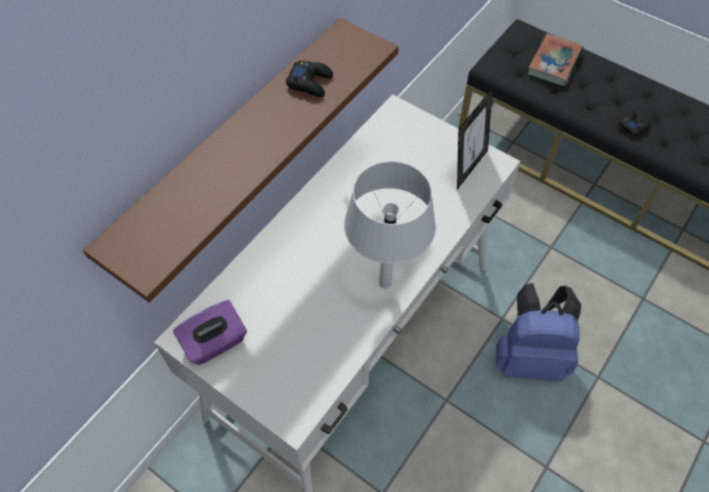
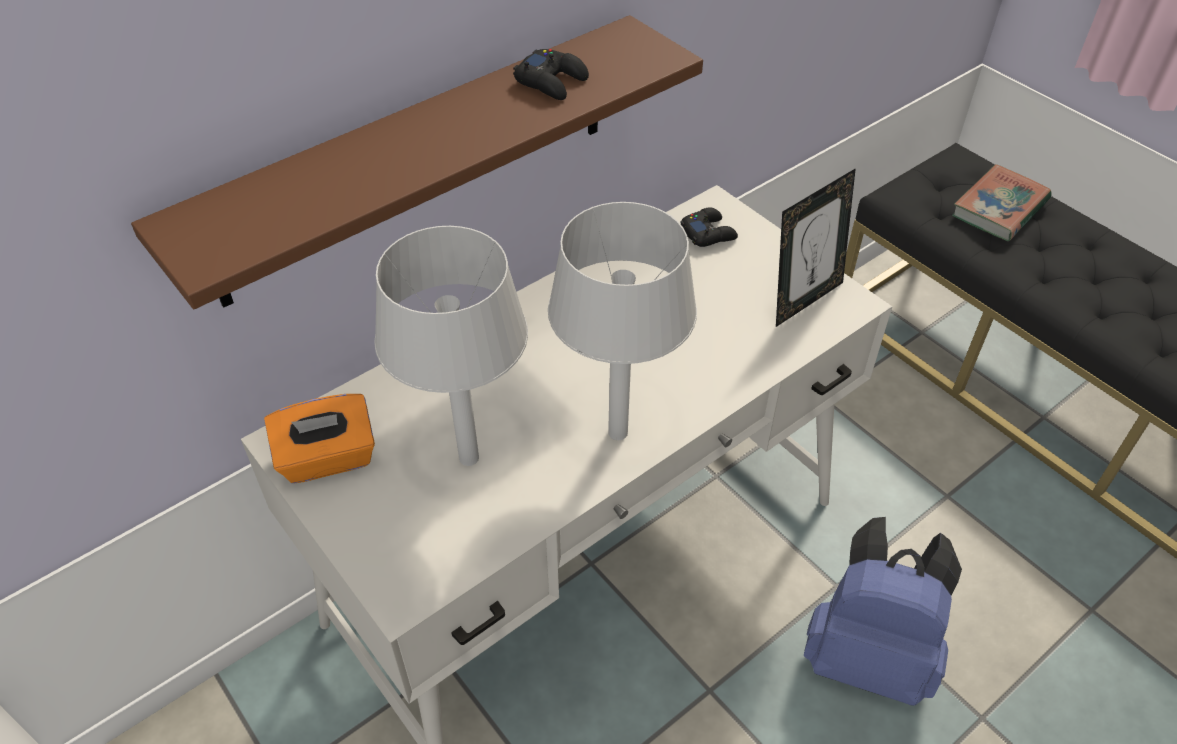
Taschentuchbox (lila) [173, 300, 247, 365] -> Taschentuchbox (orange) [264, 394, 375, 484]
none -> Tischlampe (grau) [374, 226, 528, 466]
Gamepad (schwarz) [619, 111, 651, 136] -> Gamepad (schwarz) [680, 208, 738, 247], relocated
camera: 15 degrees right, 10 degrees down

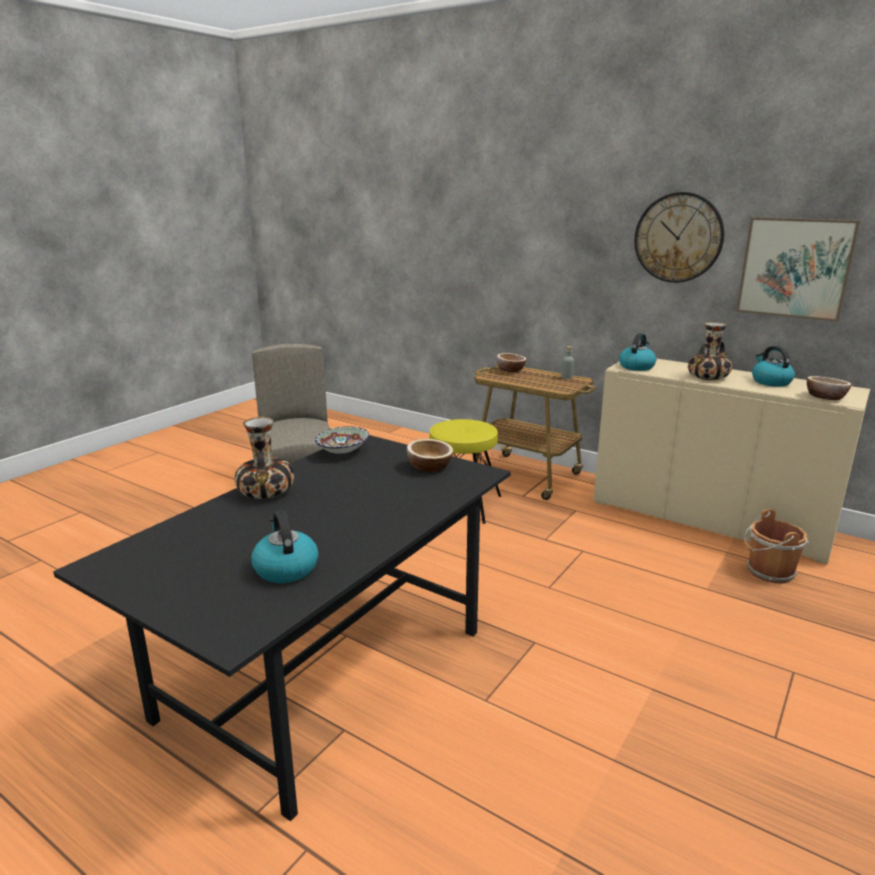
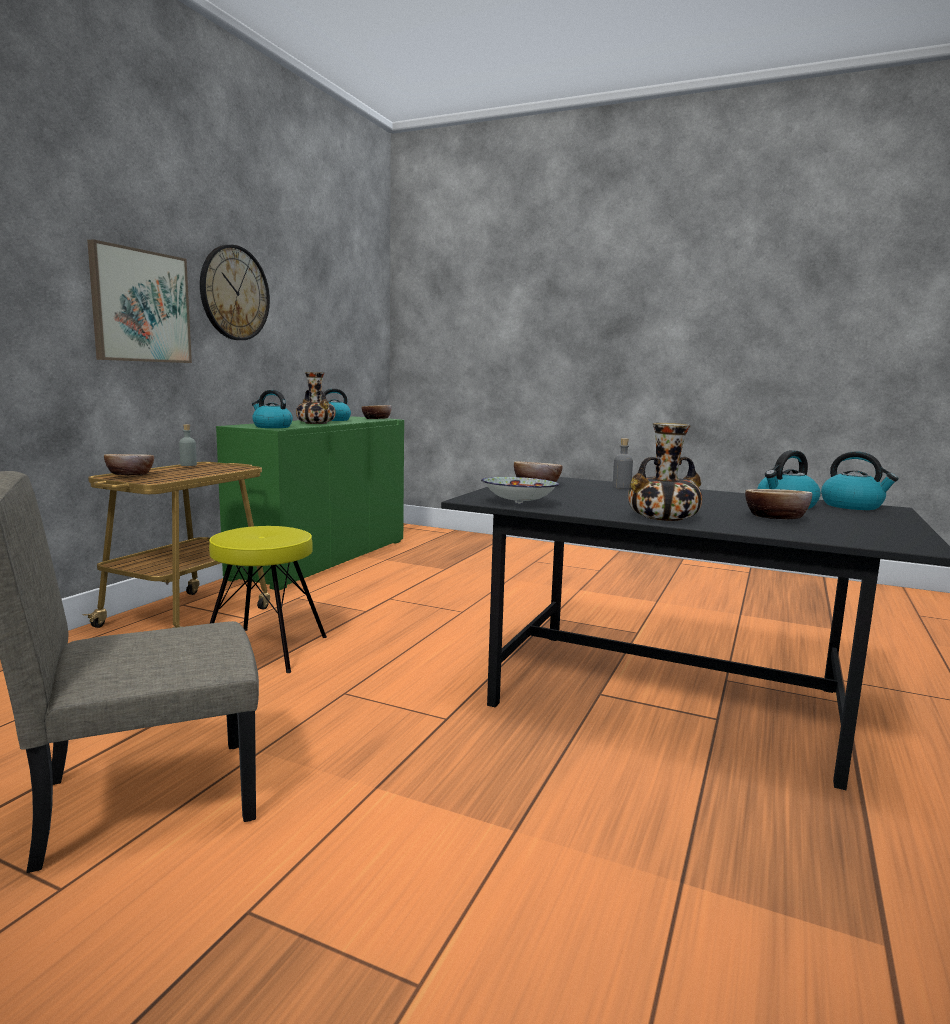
Bild [736, 217, 860, 322] -> Bild [87, 239, 192, 363], relocated
Schrank (beige) [593, 359, 870, 564] -> Schrank (grün) [216, 416, 404, 590]
none -> Flasche (grau) [613, 438, 633, 489]
none -> Schüssel [745, 489, 812, 519]
none -> Wasserkessel [821, 451, 898, 510]
Eimer (braun) [743, 509, 809, 583] -> none
camera: 100 degrees left, 10 degrees down

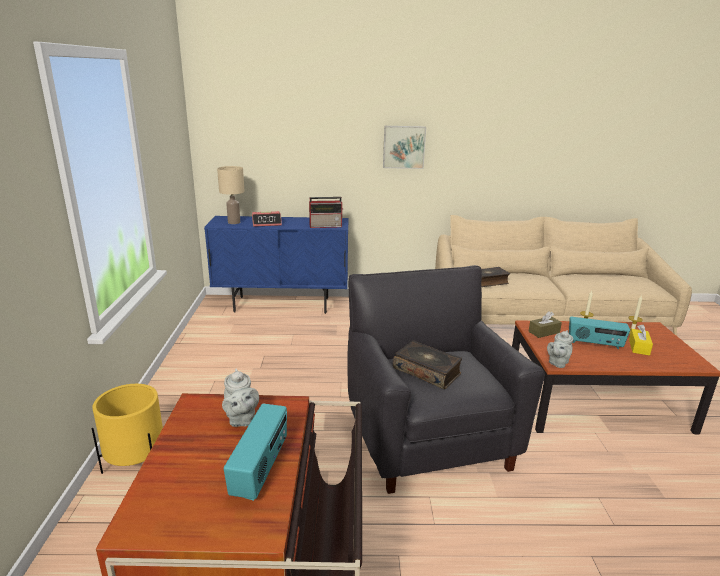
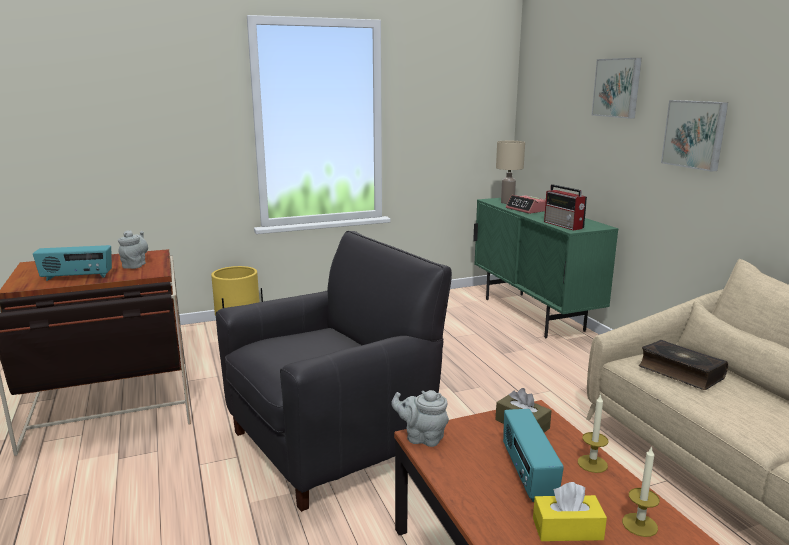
Teekanne (grau) [222, 368, 259, 427] -> Teekanne (grau) [118, 230, 148, 269], 135 degrees clockwise
Schrank (blau) [204, 216, 348, 314] -> Schrank (grün) [473, 198, 618, 338]
none -> Bild [592, 58, 642, 119]
Buch [393, 341, 462, 389] -> none
camera: 70 degrees right, 5 degrees down

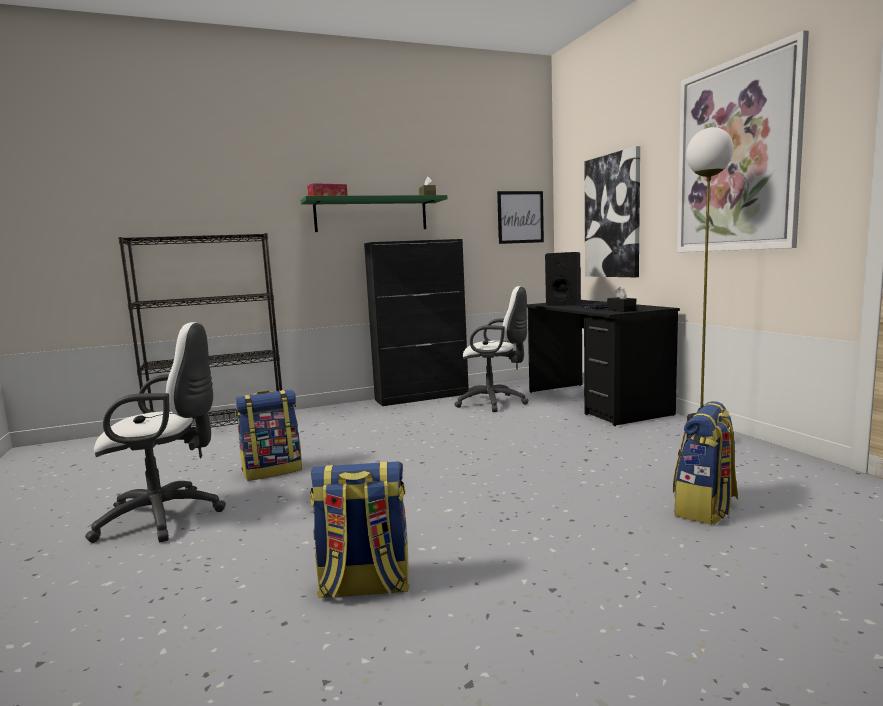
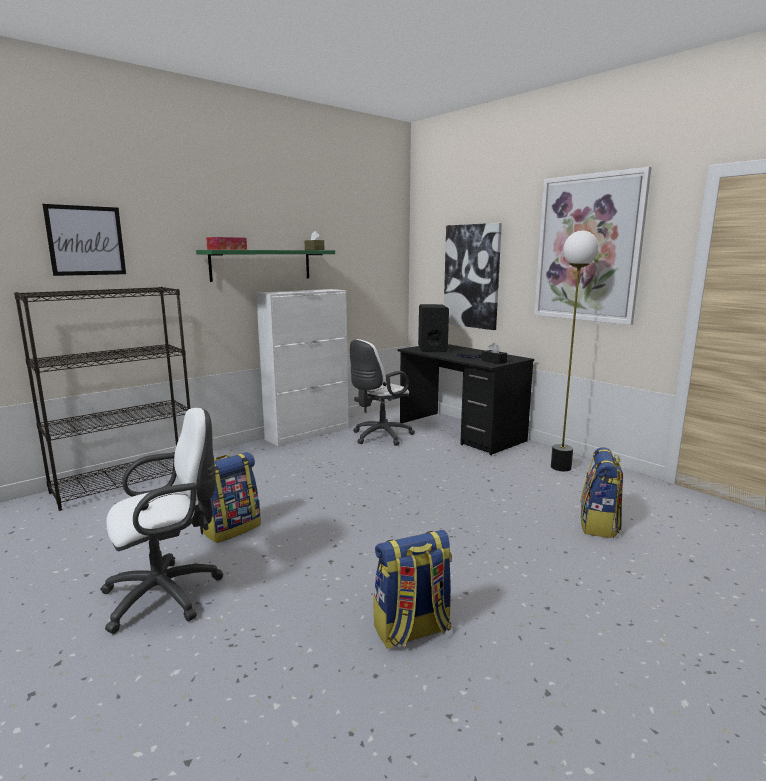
Bild [497, 191, 544, 244] -> Bild [42, 204, 126, 276], relocated
Schrank (schwarz) [364, 239, 469, 406] -> Schrank (weiß) [256, 289, 349, 447]
Bürostuhl (weiß) [454, 286, 529, 412] -> Bürostuhl (weiß) [350, 339, 415, 446], 135 degrees clockwise
camera: 20 degrees left, 5 degrees up

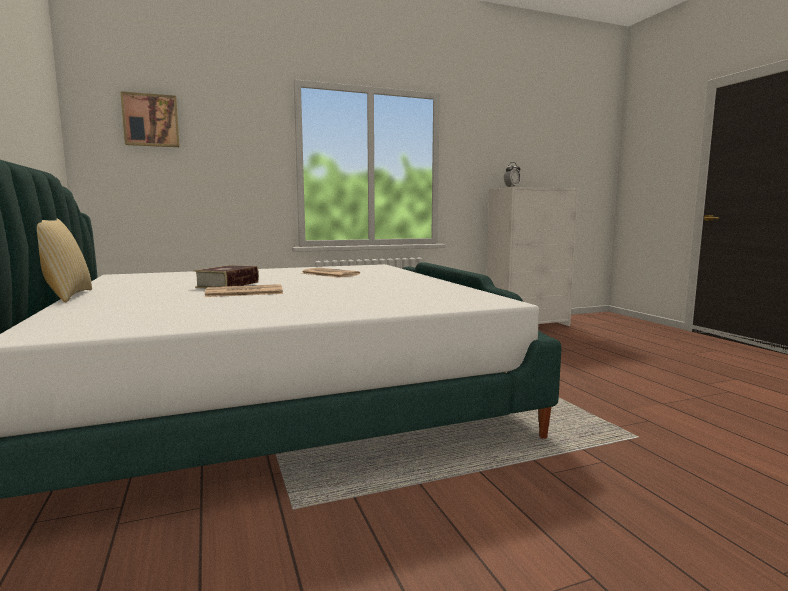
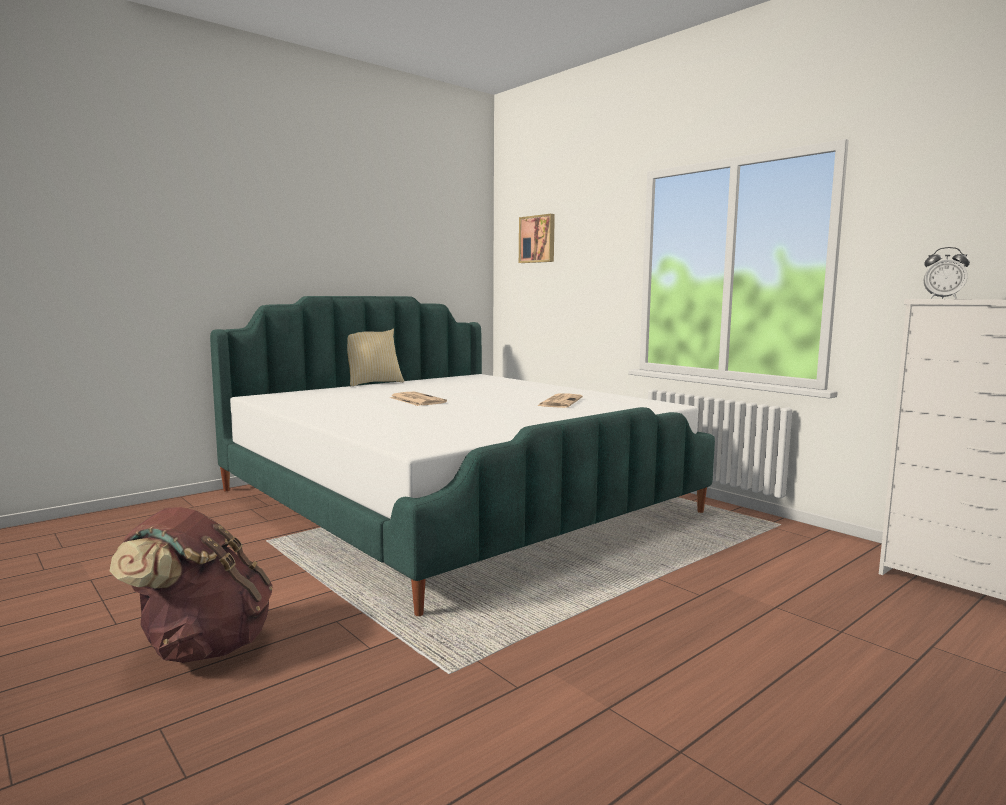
none -> Rucksack (braun) [110, 507, 273, 663]
Buch [194, 265, 259, 288] -> none
camera: 70 degrees right, 0 degrees up

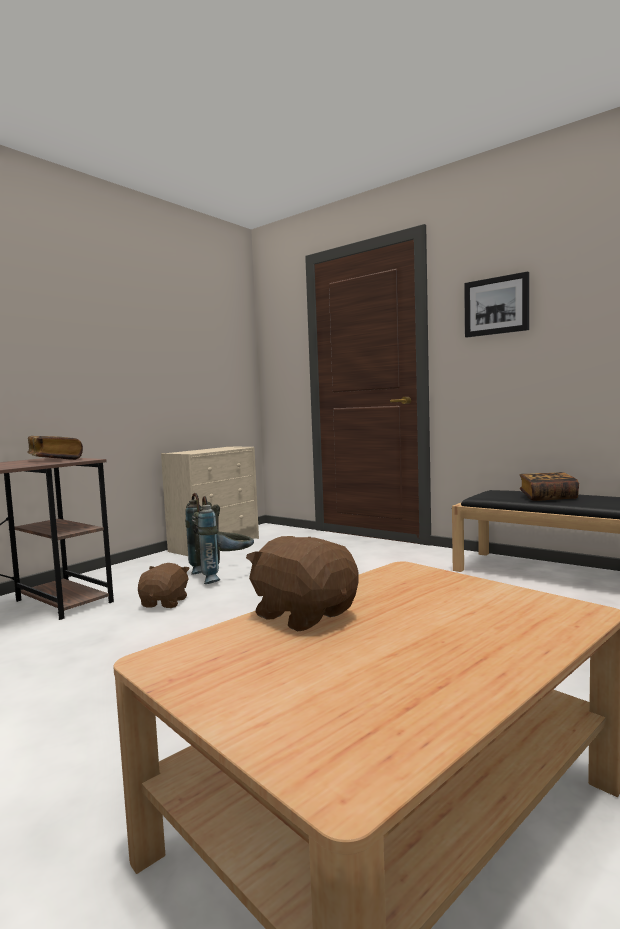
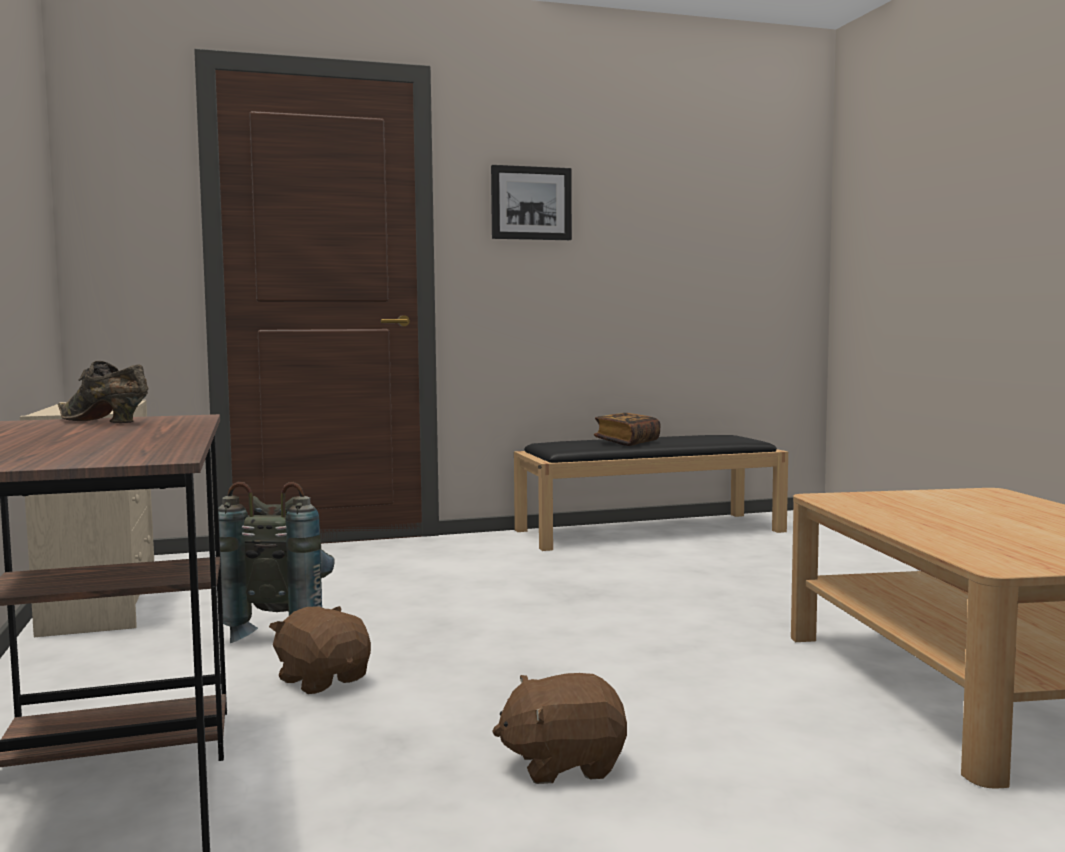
Buch [27, 436, 83, 460] -> Schuh (braun) [58, 361, 148, 423]
Plüschtier (braun) [246, 536, 359, 631] -> Plüschtier (braun) [492, 673, 627, 784], relocated
camera: 55 degrees left, 0 degrees up

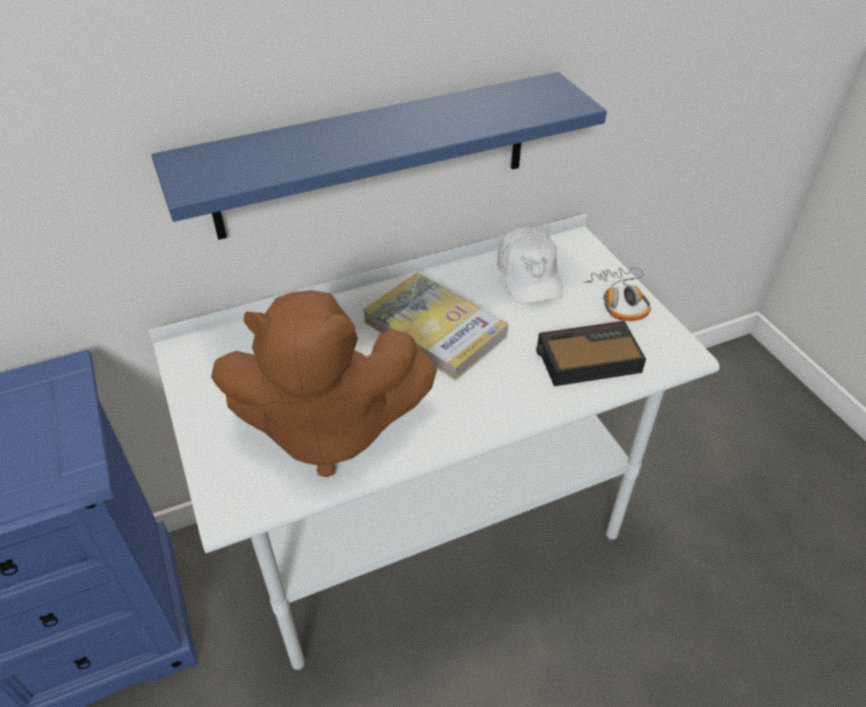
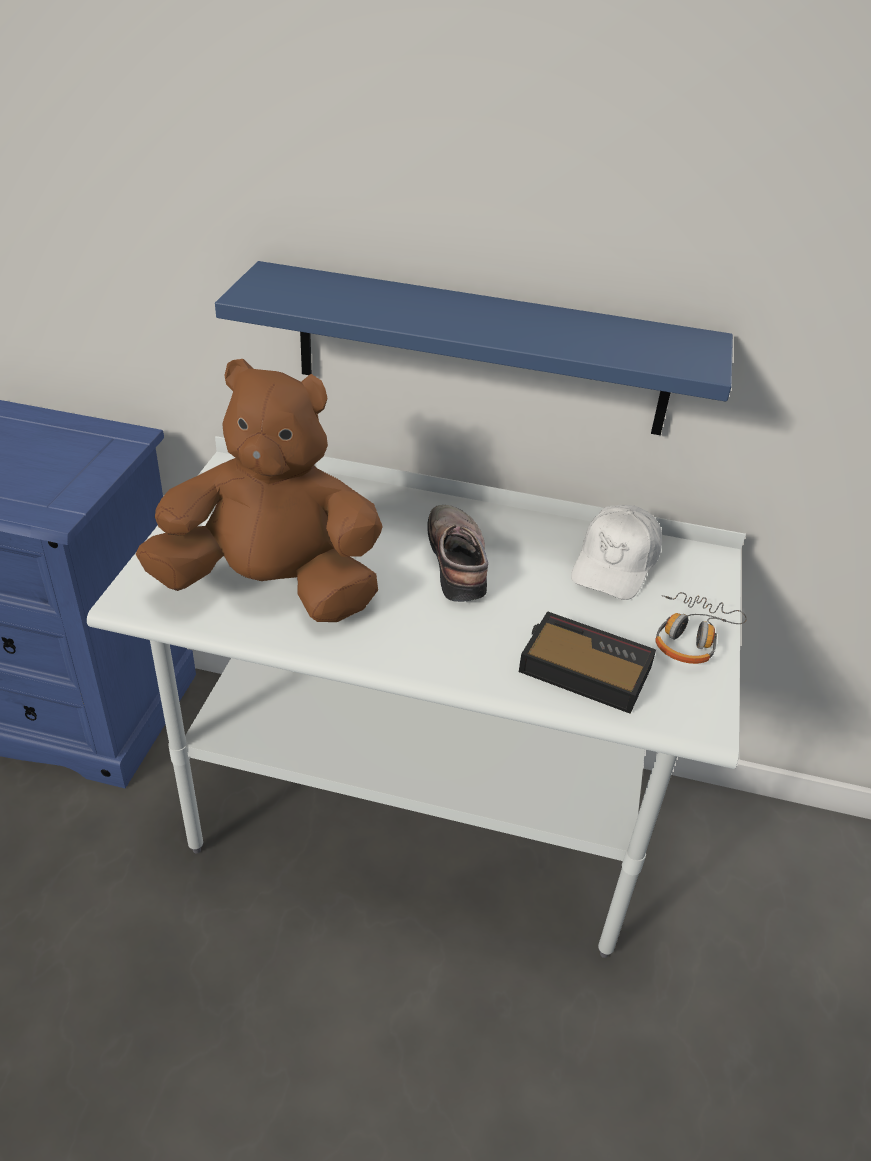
Plüschtier (braun) [211, 290, 437, 477] -> Plüschtier (braun) [136, 359, 383, 622], 150 degrees clockwise
Buch [363, 272, 508, 380] -> Schuh [427, 505, 488, 602]
camera: 35 degrees right, 5 degrees down

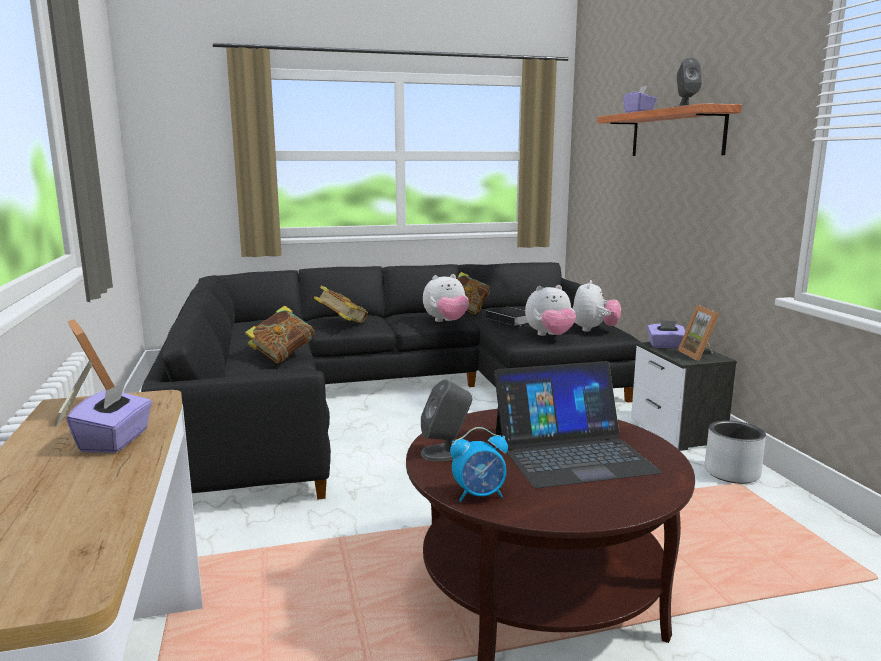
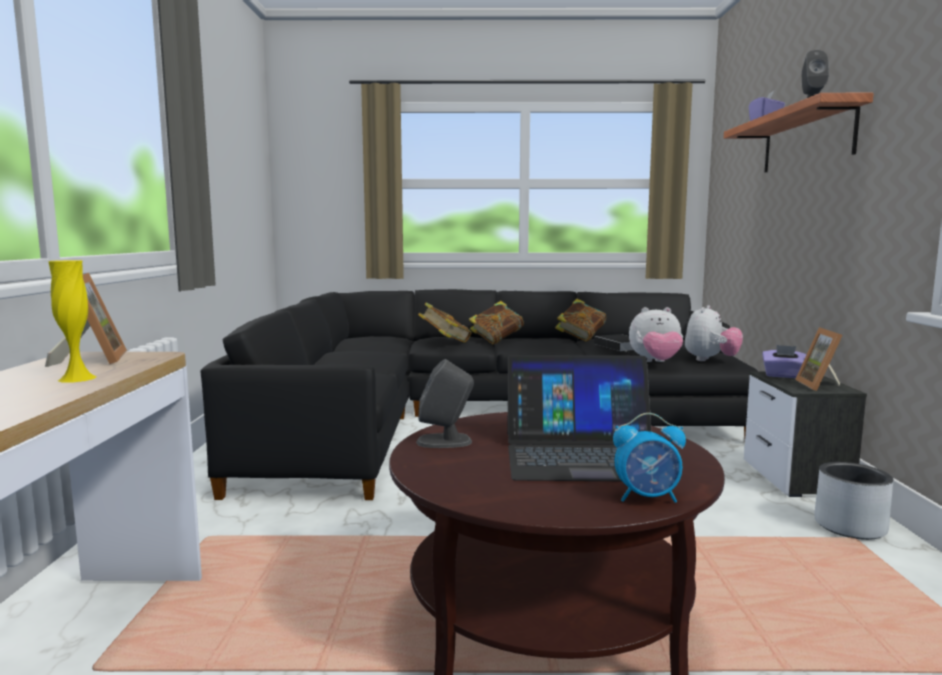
Taschentuchbox (lila) [66, 380, 152, 453] -> Vase (gelb) [49, 260, 97, 383]
Buch [245, 306, 315, 363] -> Buch [469, 301, 524, 344], relocated
Wecker [450, 427, 508, 502] -> Wecker [613, 413, 686, 503], relocated
Plüschtier [423, 274, 469, 322] -> none
camera: 15 degrees right, 5 degrees down

